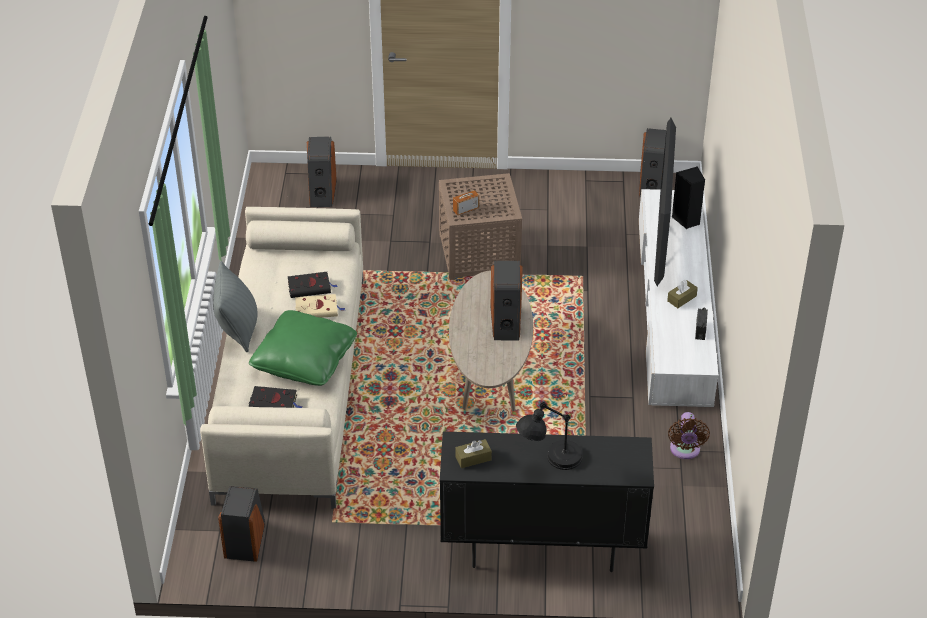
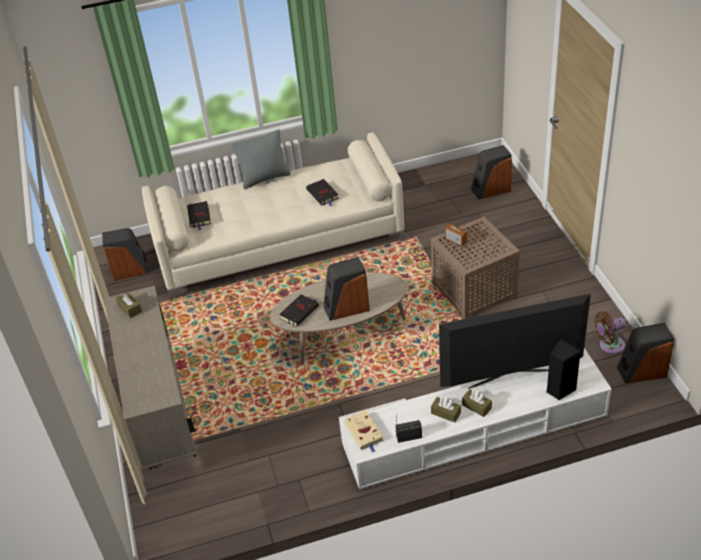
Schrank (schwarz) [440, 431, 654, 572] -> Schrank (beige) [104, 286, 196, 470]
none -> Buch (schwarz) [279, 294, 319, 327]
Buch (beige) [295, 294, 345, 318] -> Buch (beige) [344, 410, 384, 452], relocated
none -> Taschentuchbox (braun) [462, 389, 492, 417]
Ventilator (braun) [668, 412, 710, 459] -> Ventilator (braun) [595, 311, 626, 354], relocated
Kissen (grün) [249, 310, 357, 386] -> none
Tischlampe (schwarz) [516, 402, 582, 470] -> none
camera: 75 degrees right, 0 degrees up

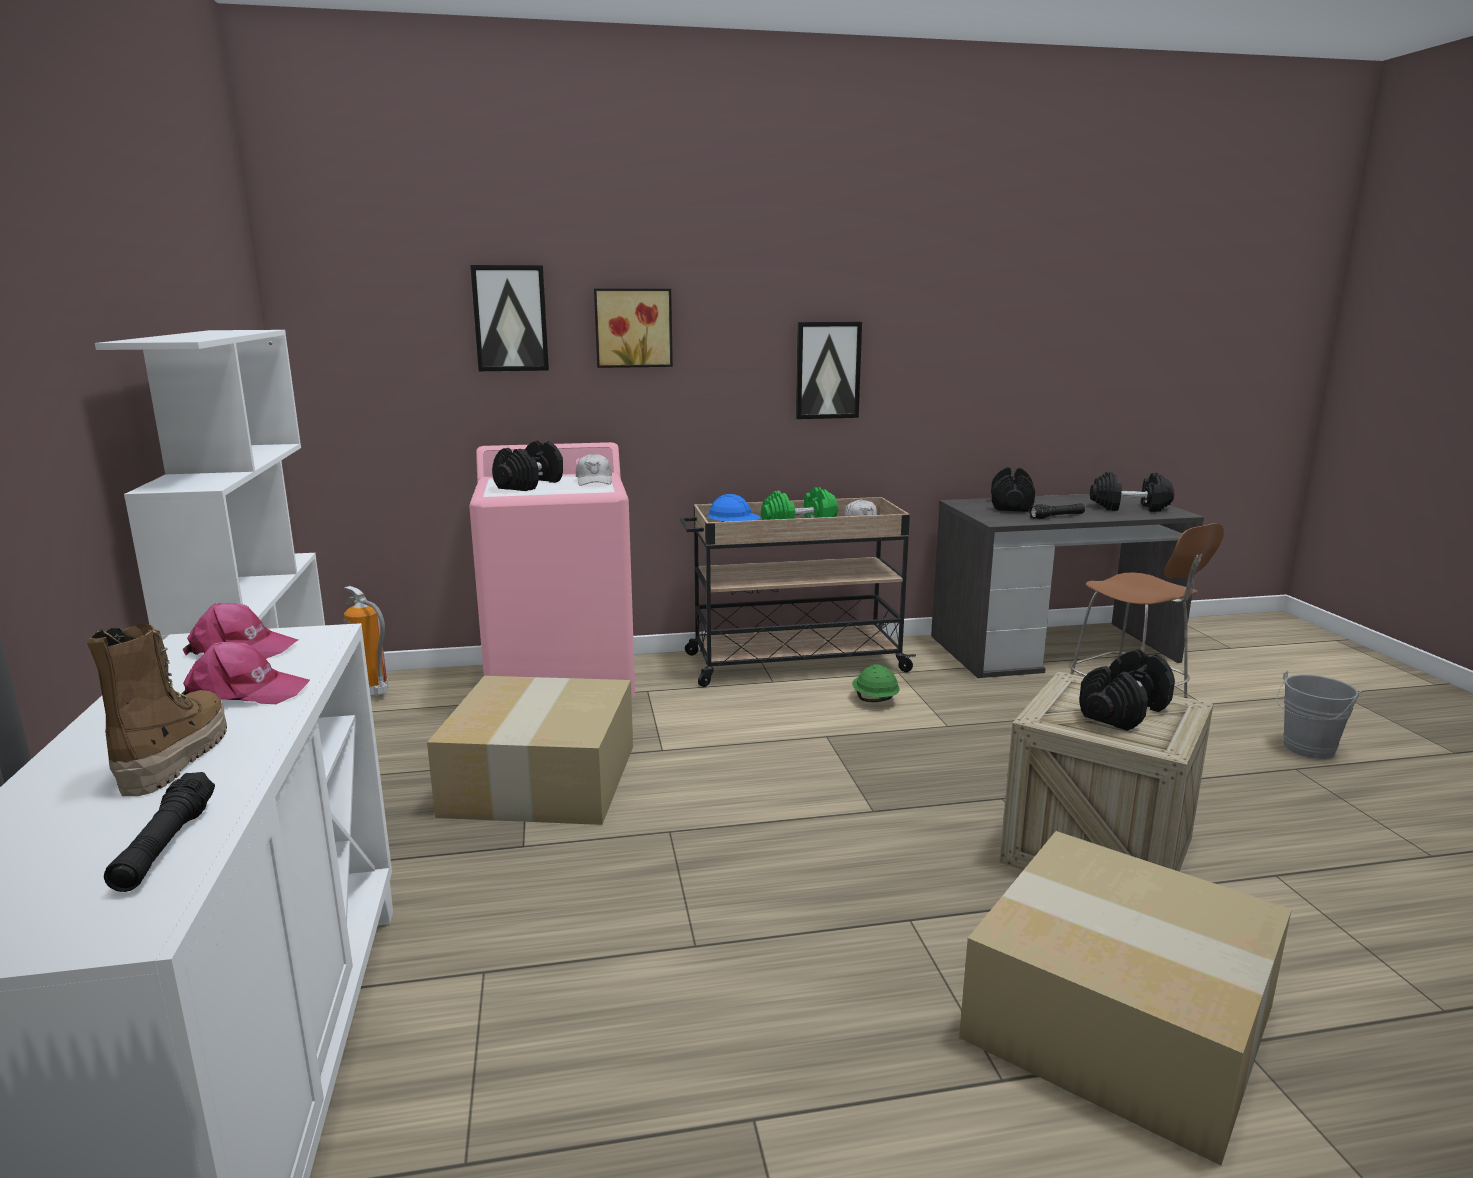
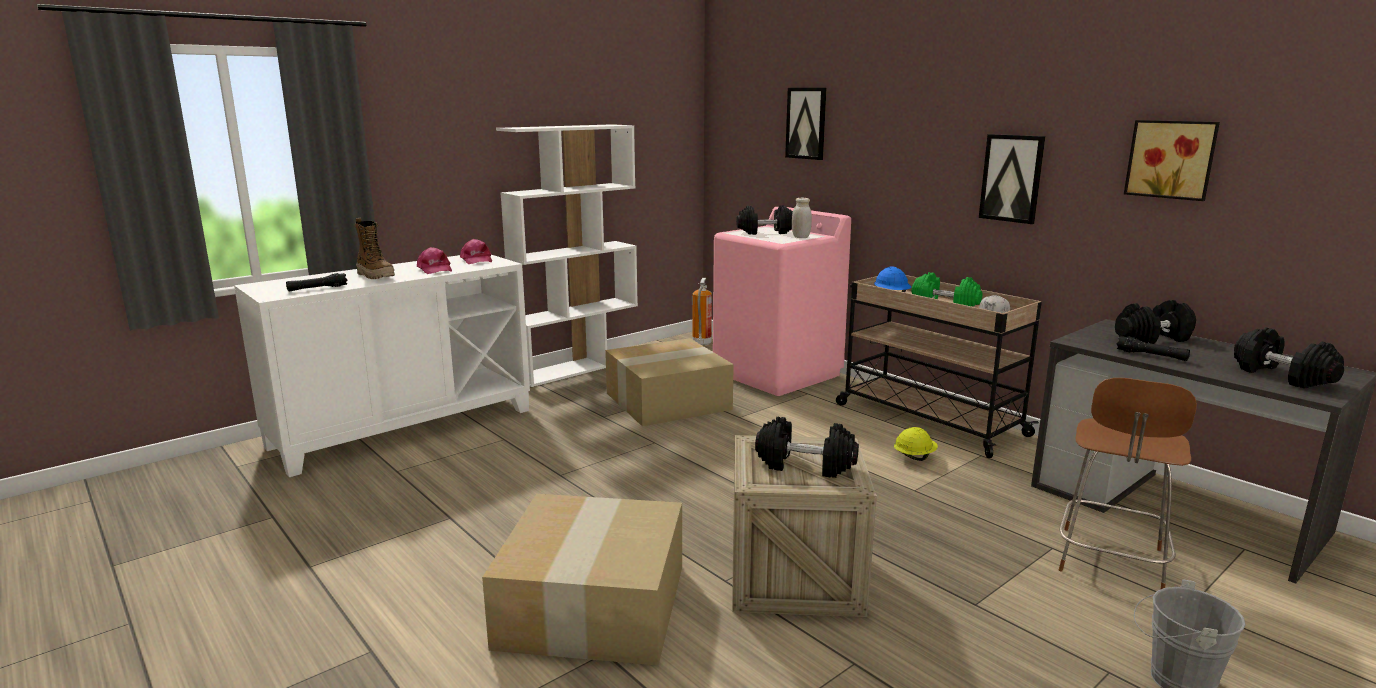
Stiefel [87, 624, 227, 796] -> Stiefel [355, 218, 395, 279], 75 degrees clockwise
Kappe (weiß) [576, 453, 612, 486] -> Vorratsglas (weiß) [792, 198, 812, 238]
Schutzhelm (grün) [852, 664, 900, 702] -> Schutzhelm (gelb) [894, 427, 938, 461]
Bild [594, 288, 673, 368] -> Bild [1124, 120, 1220, 201], relocated
camera: 60 degrees right, 0 degrees up

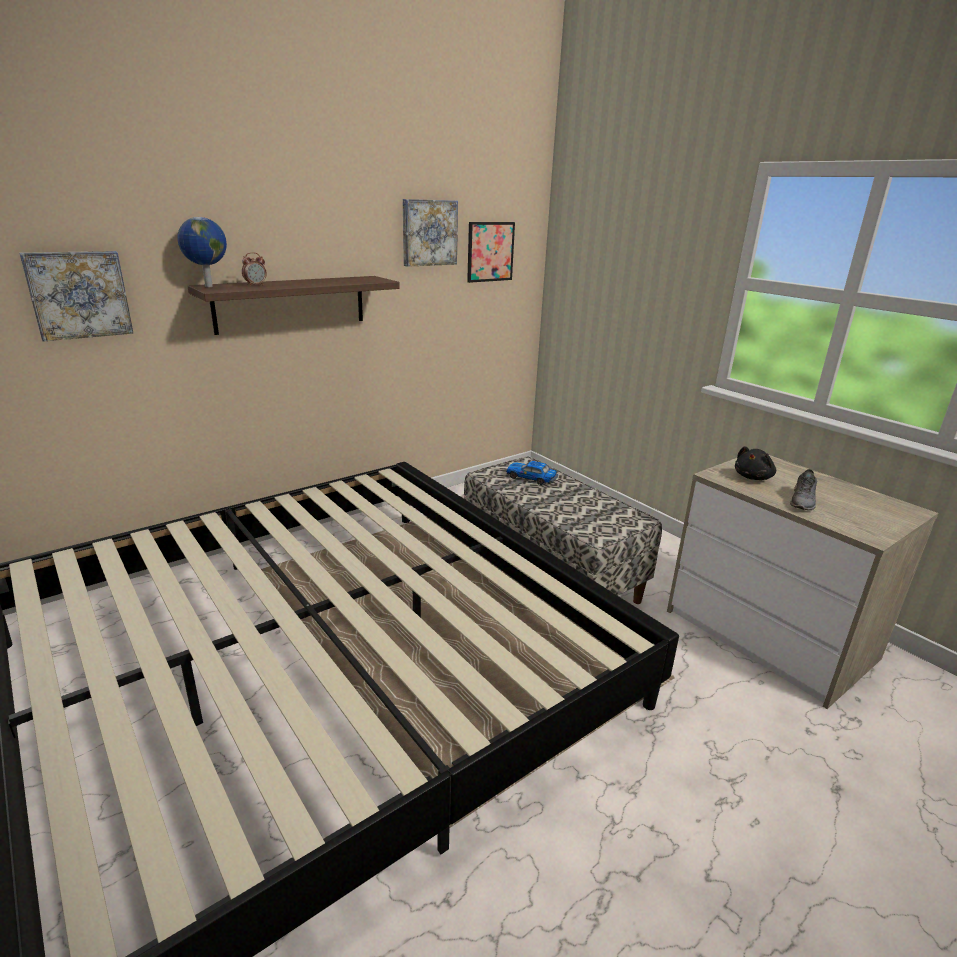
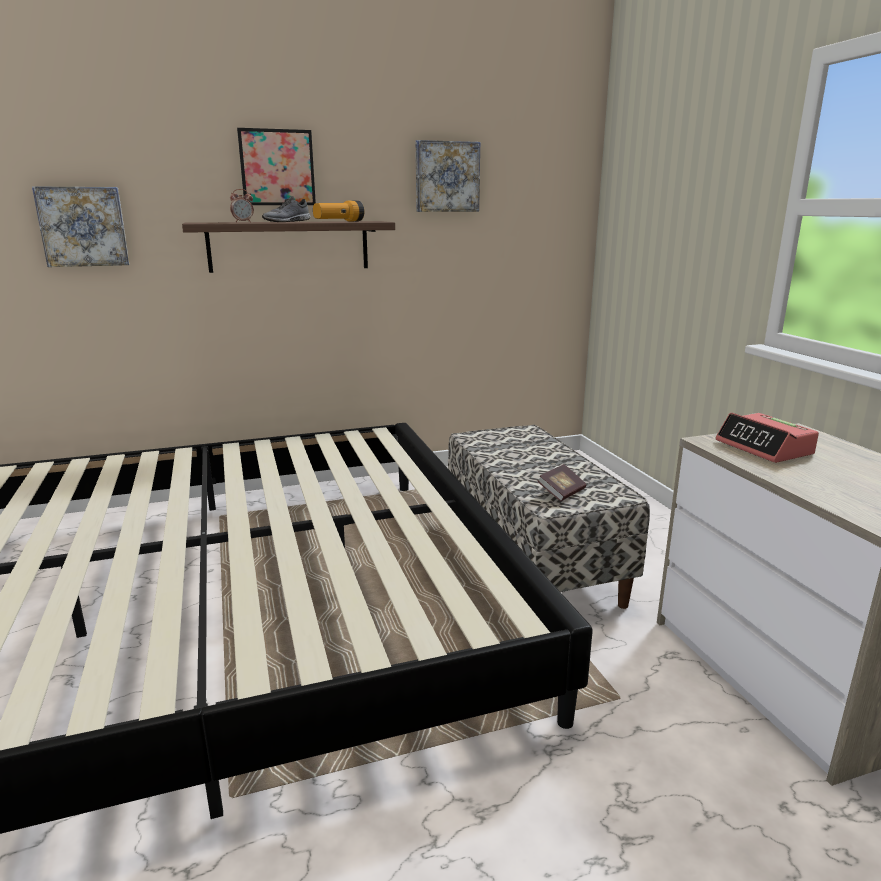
Bild [467, 222, 515, 283] -> Bild [237, 128, 316, 205], relocated
Schuh (grau) [790, 469, 817, 510] -> Schuh (grau) [262, 196, 311, 222], relocated
none -> Taschenlampe [313, 201, 364, 221]
none -> Buch [537, 464, 586, 501]
Plüschtier (schwarz) [735, 446, 776, 480] -> Wecker [716, 413, 819, 463]
Globus [177, 217, 227, 287] -> none
Spielzeugauto [506, 461, 558, 485] -> none
camera: 20 degrees right, 5 degrees down

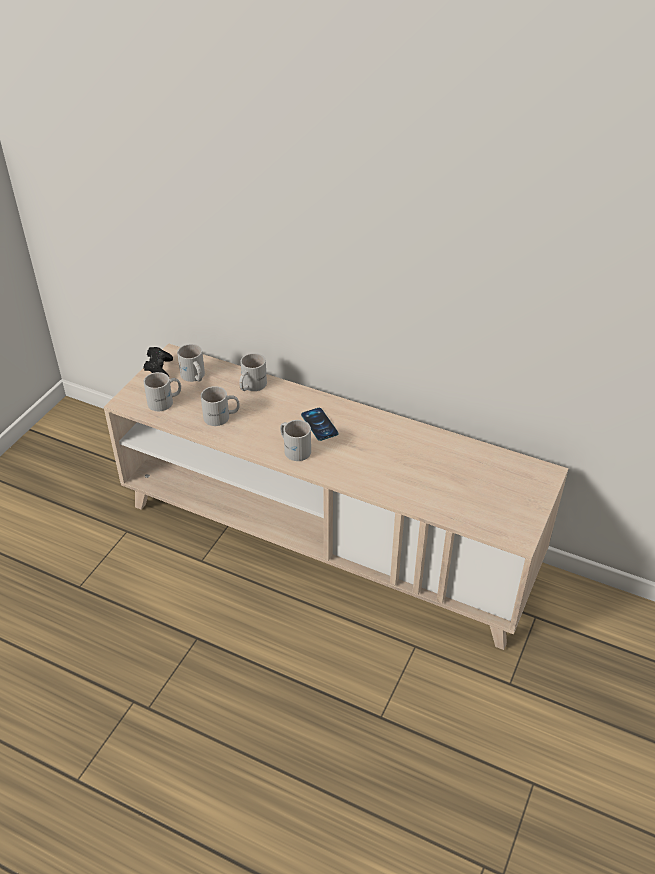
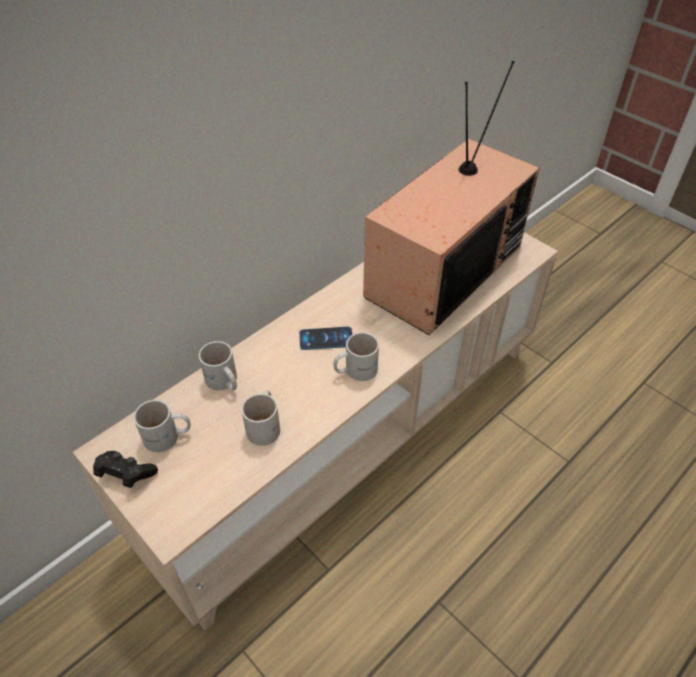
none -> Fernseher [363, 61, 540, 335]
Henkelbecher (weiß) [143, 372, 181, 411] -> none
camera: 70 degrees left, 5 degrees up

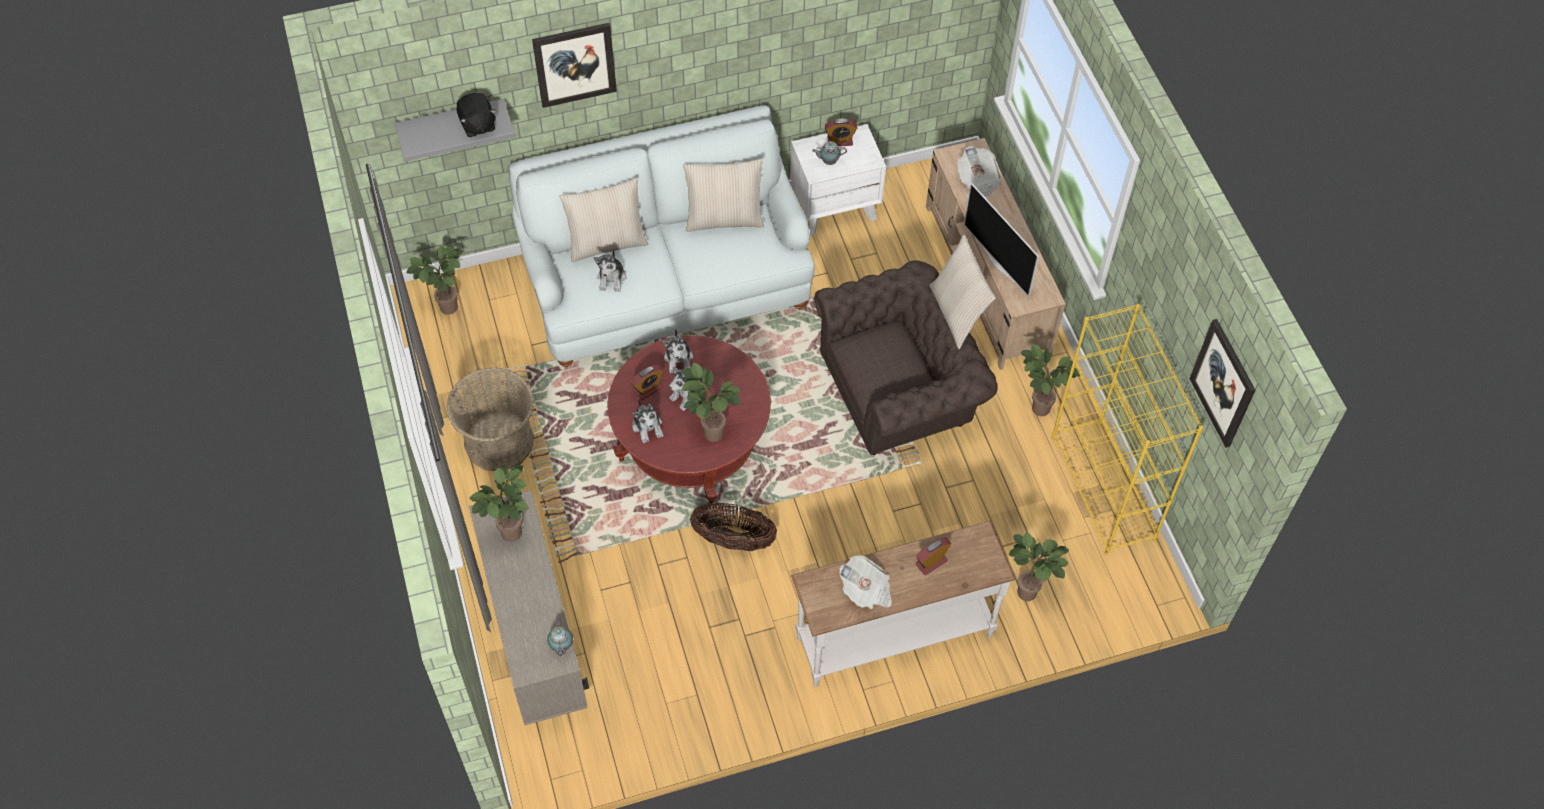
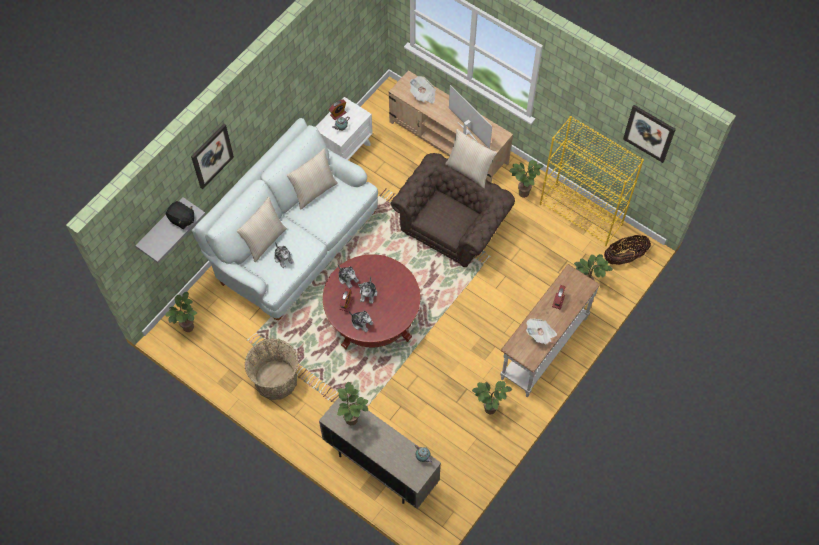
Fernseher [964, 182, 1039, 297] -> Fernseher [449, 85, 492, 149], 150 degrees counterclockwise
Topfpflanze [682, 363, 741, 442] -> Topfpflanze [472, 381, 512, 415], relocated
Korb [690, 502, 777, 551] -> Korb [604, 235, 651, 265], relocated
camera: 35 degrees left, 5 degrees up

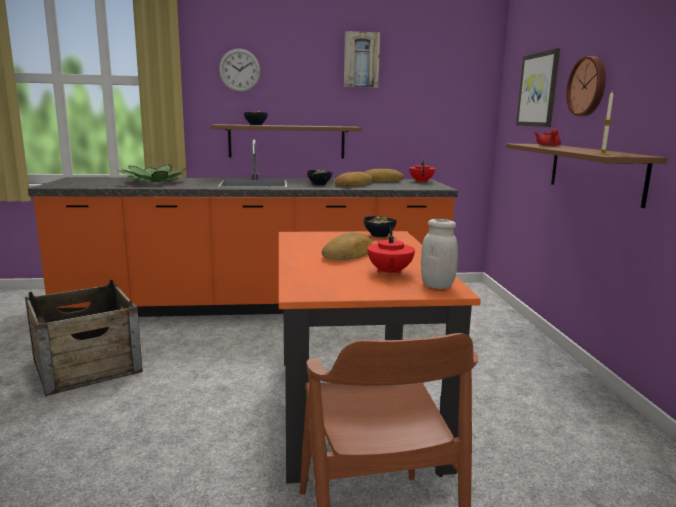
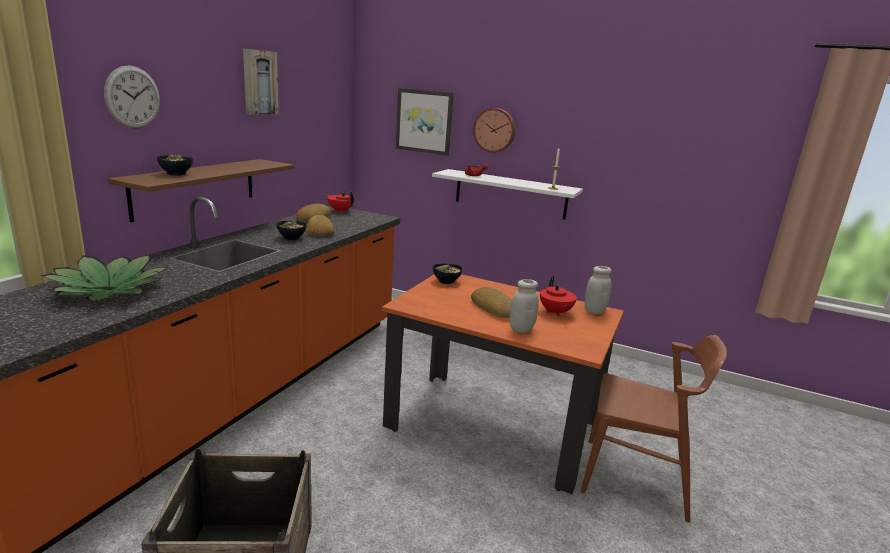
Wandregal (braun) [506, 144, 667, 208] -> Wandregal (weiß) [432, 169, 583, 220]
none -> Vorratsglas (weiß) [510, 279, 539, 333]
Teekanne (rot) [367, 227, 415, 276] -> Teekanne (rot) [540, 276, 577, 317], 45 degrees clockwise
camera: 60 degrees left, 5 degrees up

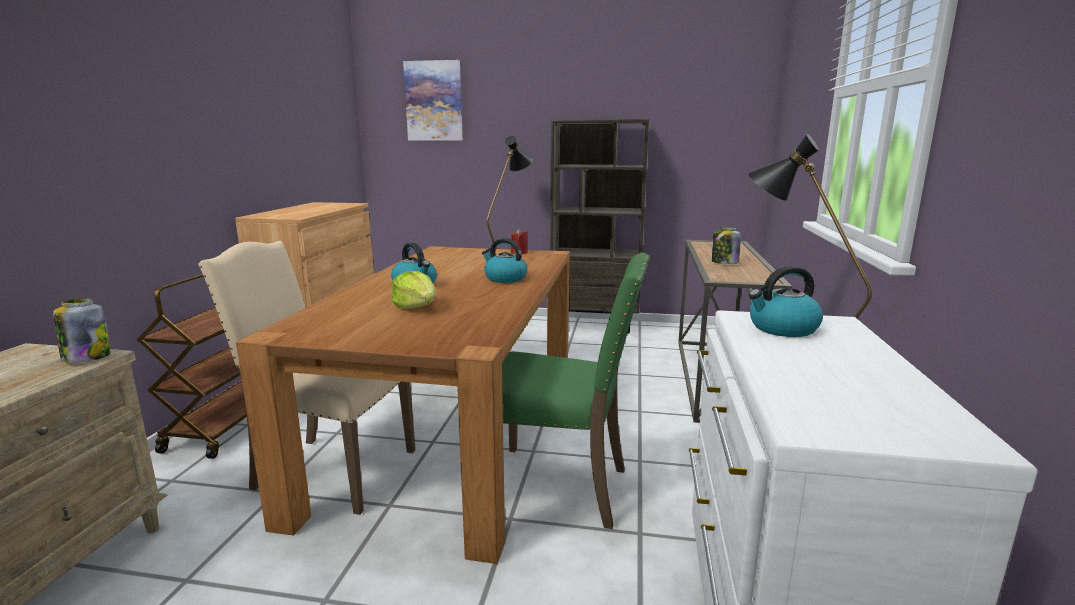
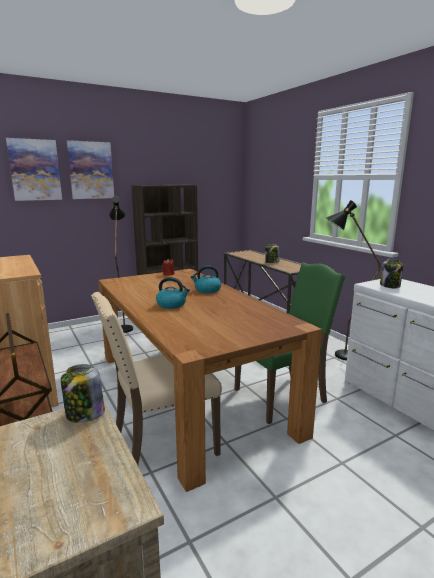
none -> Bild [67, 140, 114, 199]
Wasserkessel [749, 266, 823, 337] -> Vorratsglas [380, 259, 403, 288]
Salatkopf [391, 271, 436, 309] -> none
camera: 40 degrees left, 0 degrees up

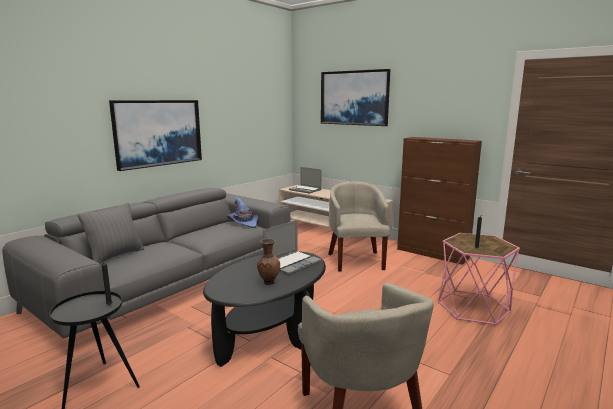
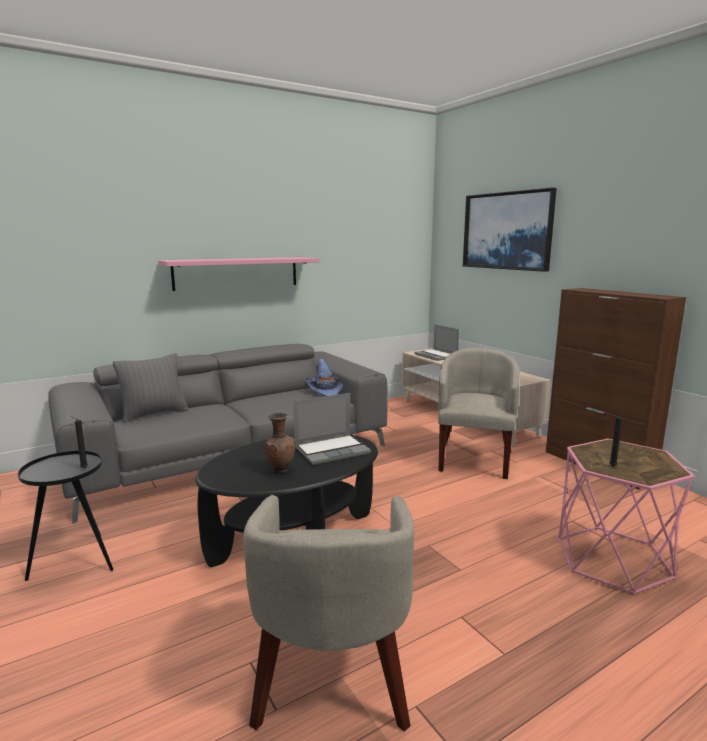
Bild [109, 100, 202, 171] -> Wandregal (rosa) [158, 257, 320, 291]
camera: 20 degrees right, 0 degrees up

